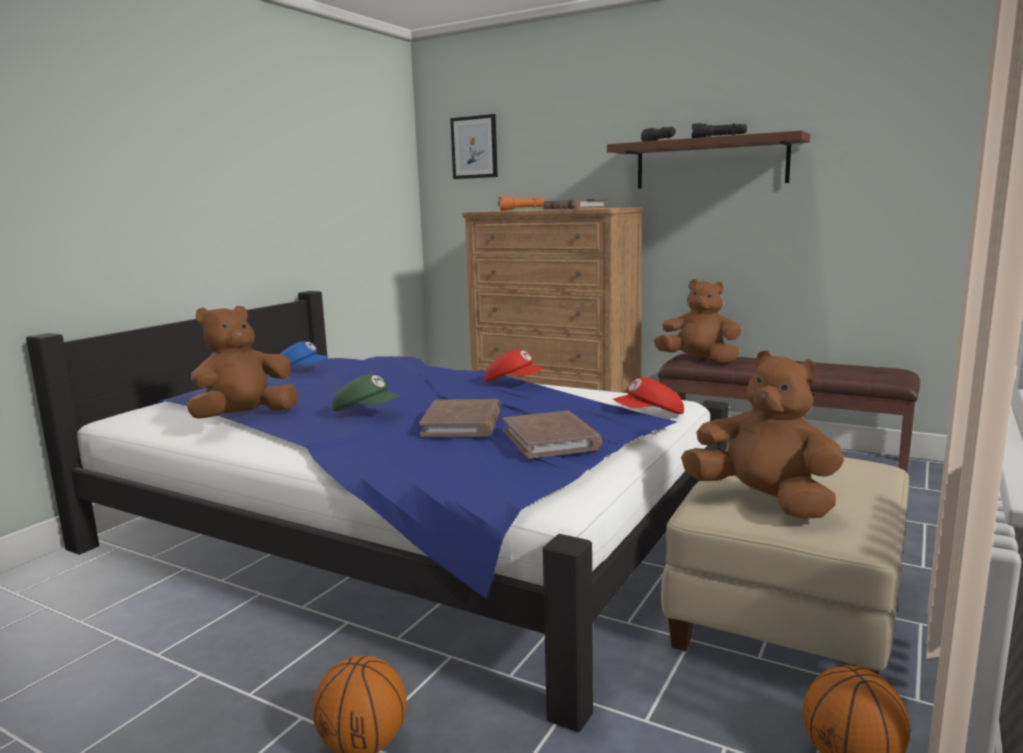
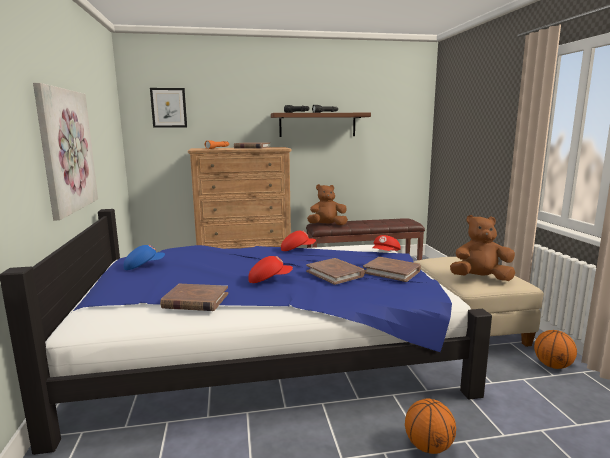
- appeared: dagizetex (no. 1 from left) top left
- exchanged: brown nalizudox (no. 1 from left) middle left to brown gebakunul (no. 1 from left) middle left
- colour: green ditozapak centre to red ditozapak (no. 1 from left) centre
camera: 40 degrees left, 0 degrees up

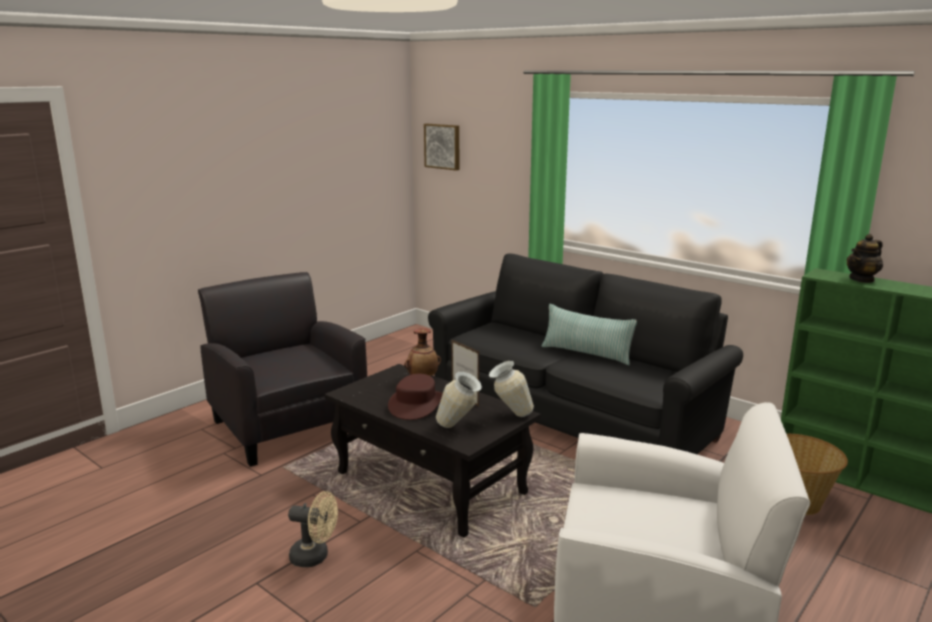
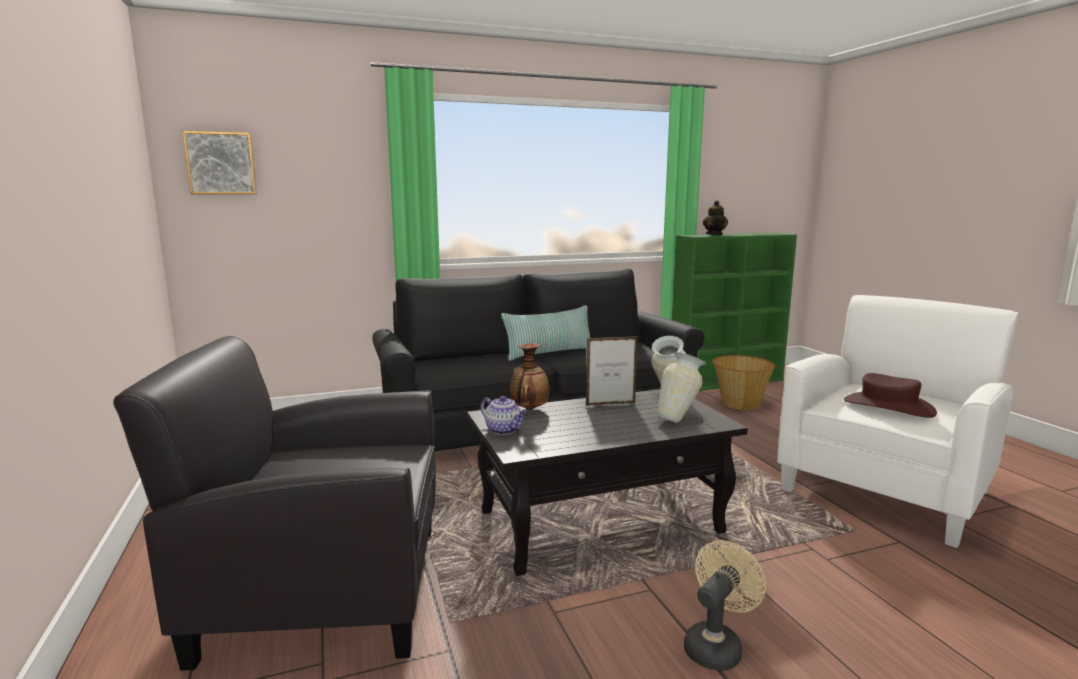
- appeared: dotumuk (no. 1 from left) centre
- relocated: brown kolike centre to middle right
camera: 60 degrees left, 5 degrees down

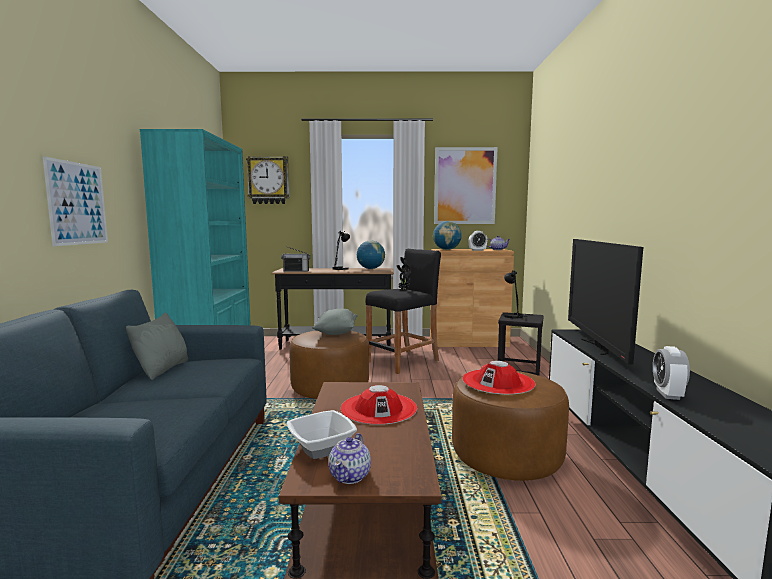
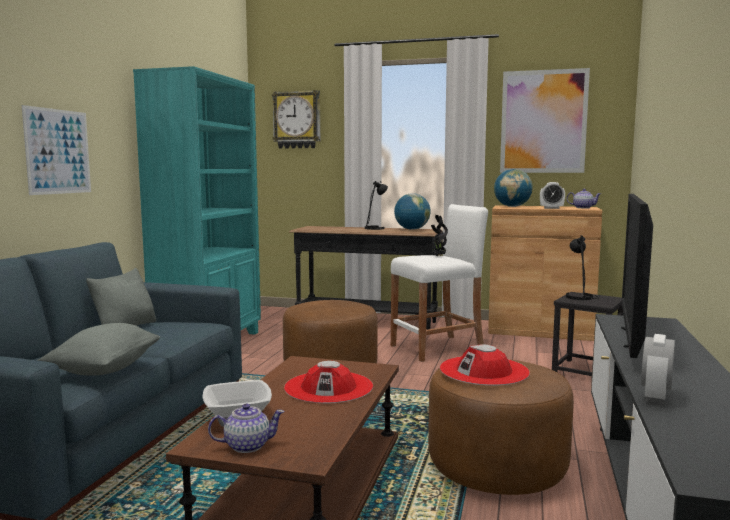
- missing: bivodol centre
- relocated: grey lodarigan (no. 2 from left in the first image) centre to grey lodarigan (no. 1 from left) bottom left
- colour: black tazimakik (no. 1 from left) centre to white tazimakik centre
- spun: dotumuk (no. 1 from left) bottom centre = bottom centre 135 degrees counterclockwise
camera: 15 degrees right, 0 degrees up

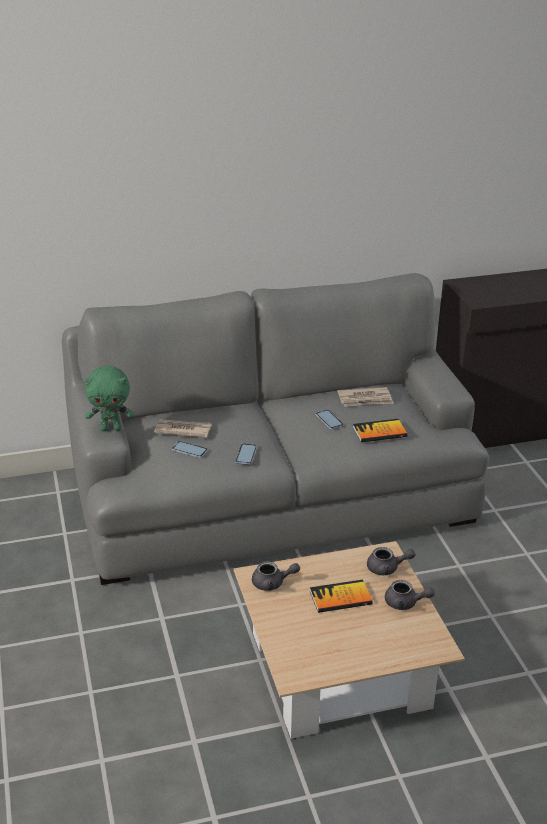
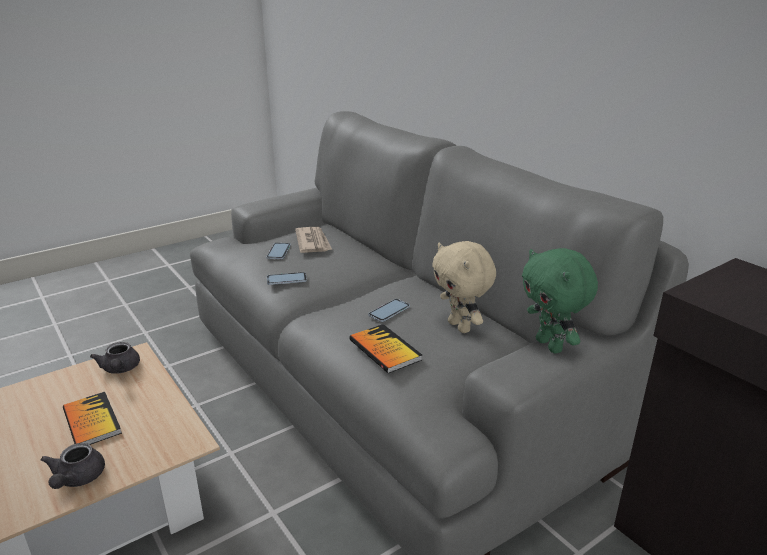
- missing: grey dotumuk (no. 2 from left) bottom right
- relocated: green nalizudox middle left to middle right
- exchanged: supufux (no. 2 from left) middle right to beige nalizudox centre
camera: 70 degrees right, 5 degrees down

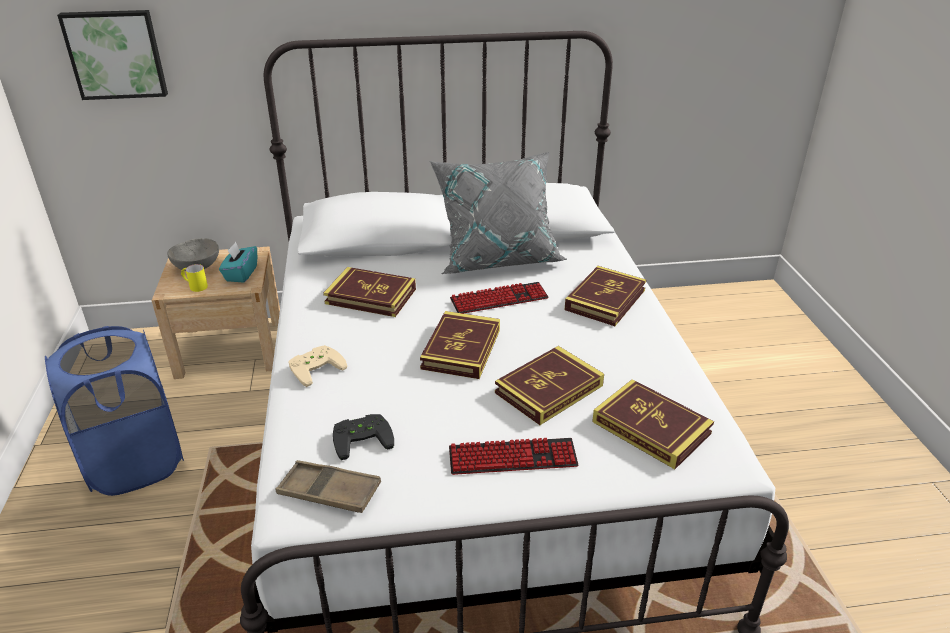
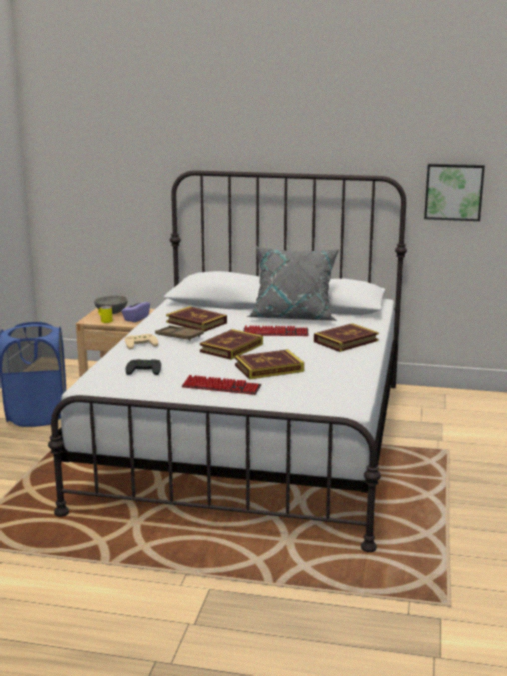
- missing: gebakunul (no. 5 from left) bottom right
- relocated: dagizetex top left to top right
- relocated: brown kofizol bottom centre to centre
- colour: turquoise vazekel middle left to purple vazekel middle left
camera: 20 degrees right, 15 degrees down

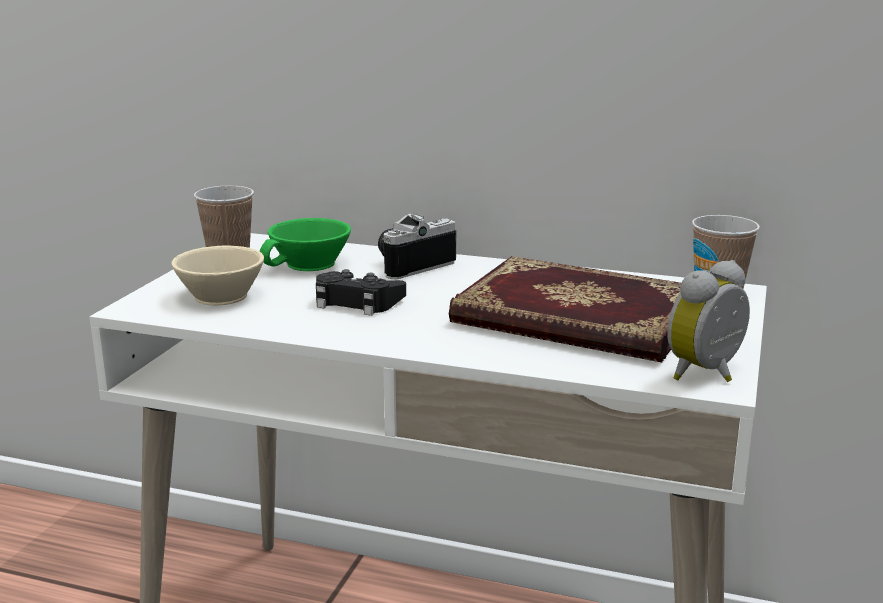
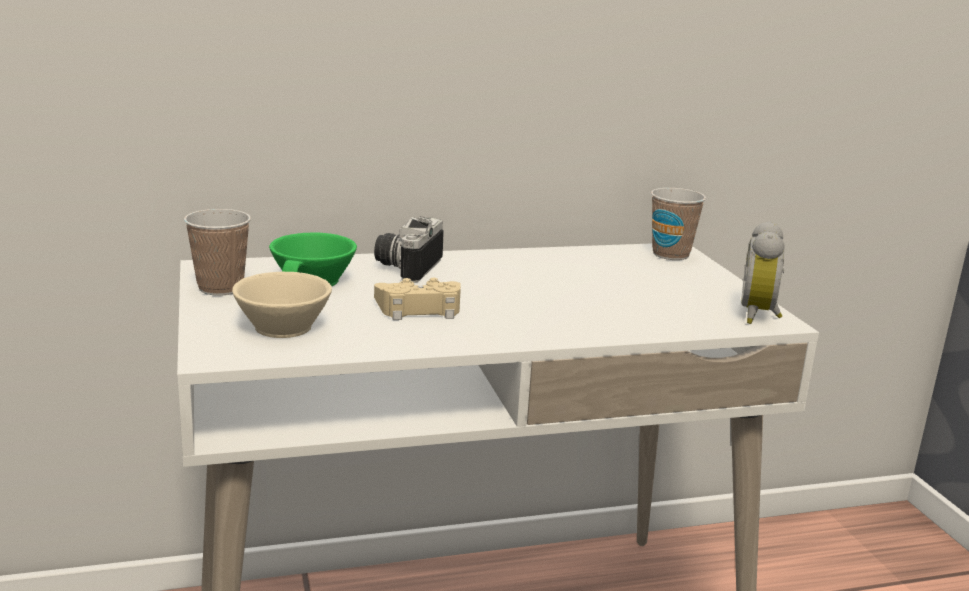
- missing: gebakunul centre
- colour: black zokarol centre to beige zokarol centre
camera: 35 degrees left, 0 degrees up

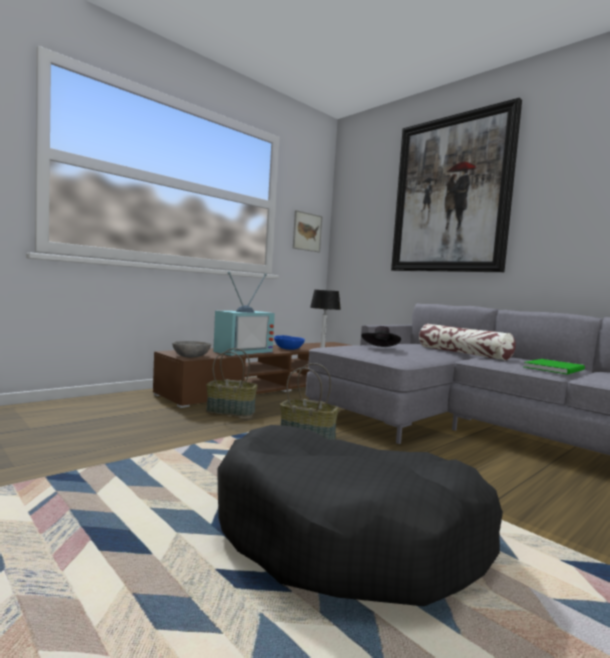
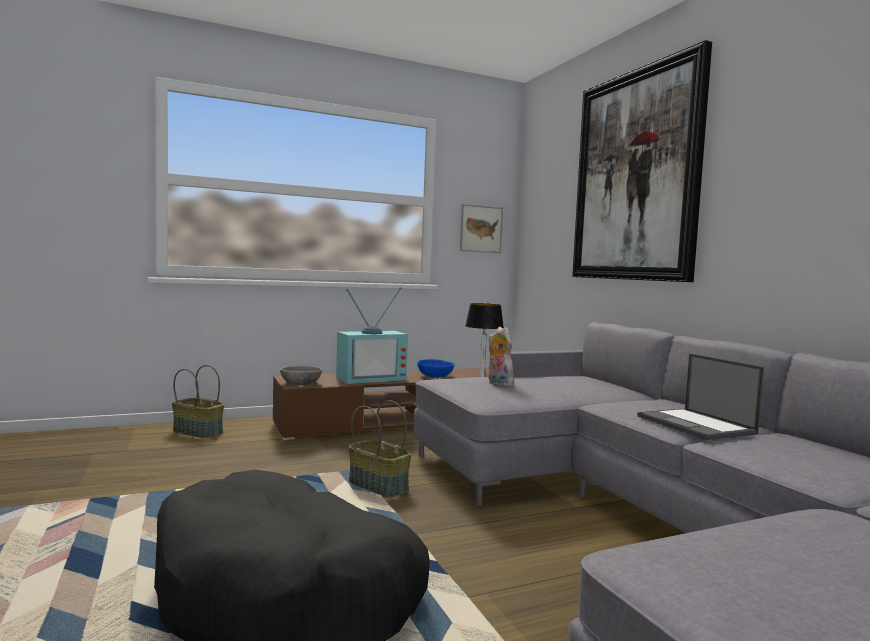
- missing: lodarigan middle right
- relocated: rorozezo (no. 1 from left) centre to middle left
- exchanged: black kolike centre to nalizudox centre
- exchanged: green gebakunul middle right to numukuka middle right
camera: 20 degrees right, 0 degrees up

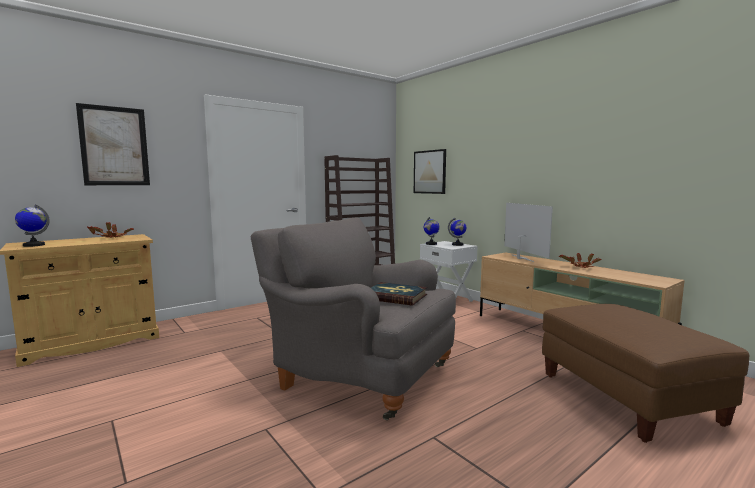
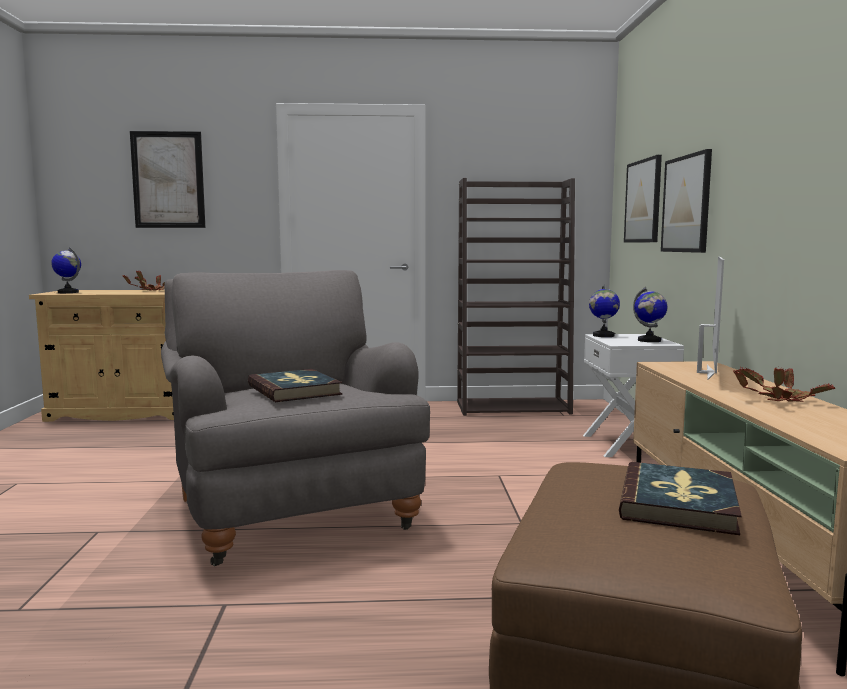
- appeared: gebakunul (no. 2 from left) bottom right
- appeared: dagizetex (no. 3 from left) top right
camera: 35 degrees right, 0 degrees up

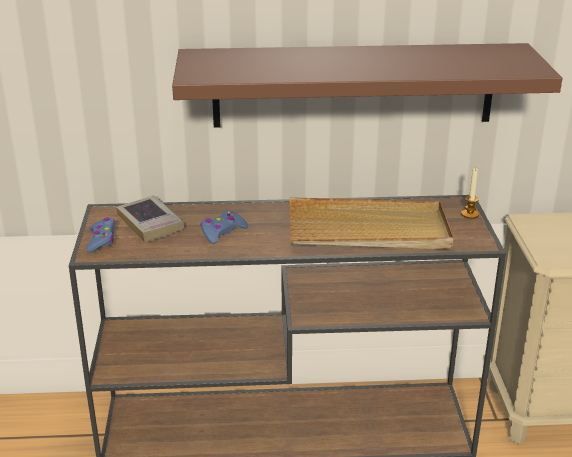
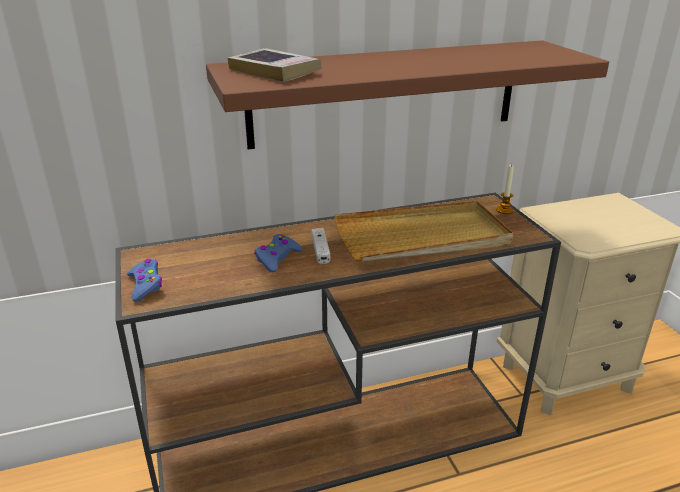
- appeared: white zokarol centre
- relocated: gebakunul middle left to top centre
camera: 15 degrees left, 0 degrees up

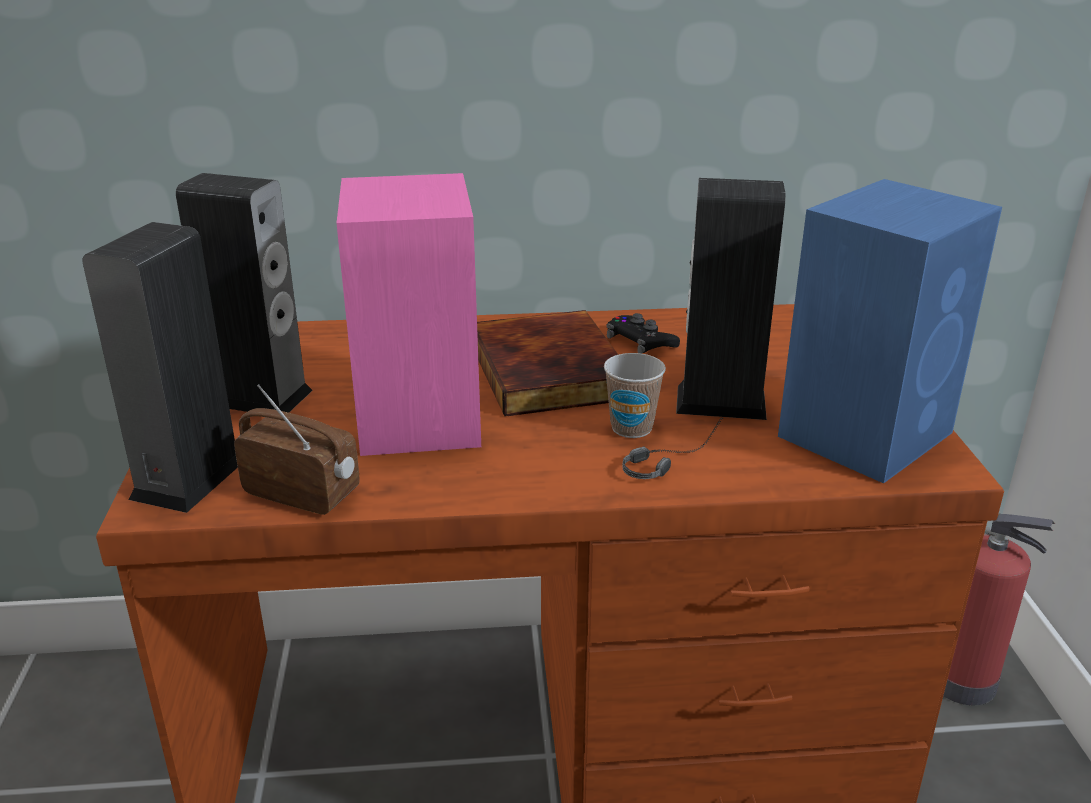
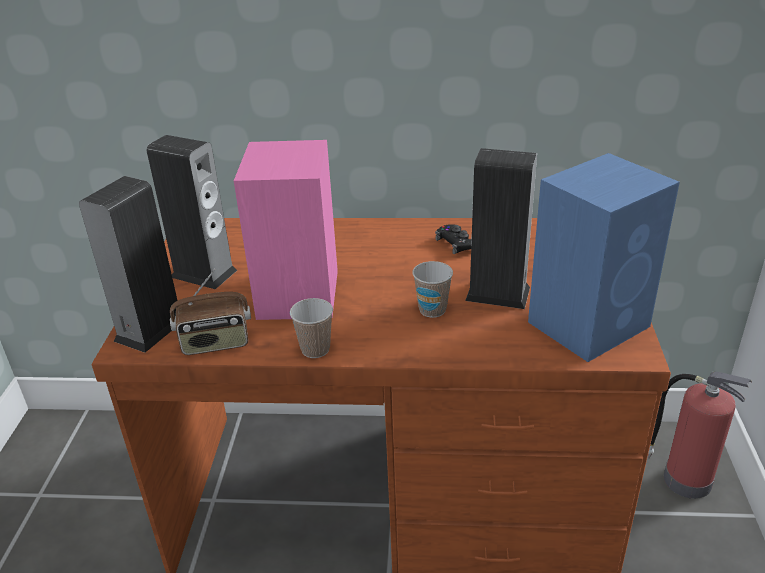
- missing: gebakunul centre
- missing: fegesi centre
- appeared: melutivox (no. 1 from left) centre
- spun: bivodol middle left = middle left 135 degrees clockwise
camera: 10 degrees right, 5 degrees up

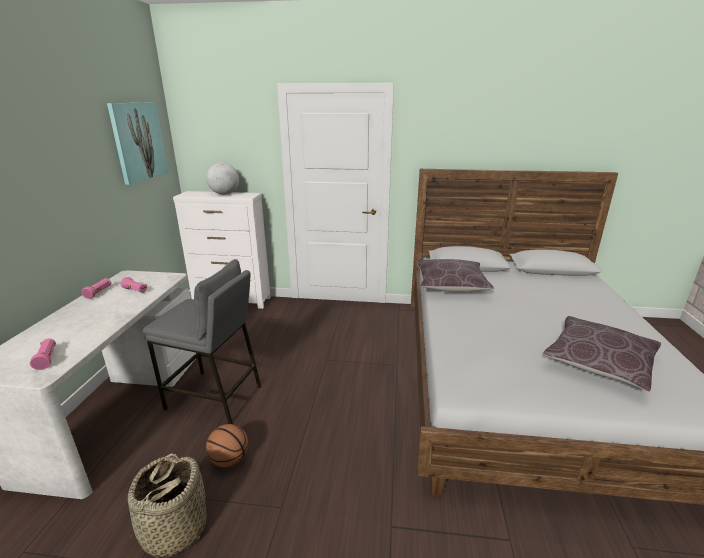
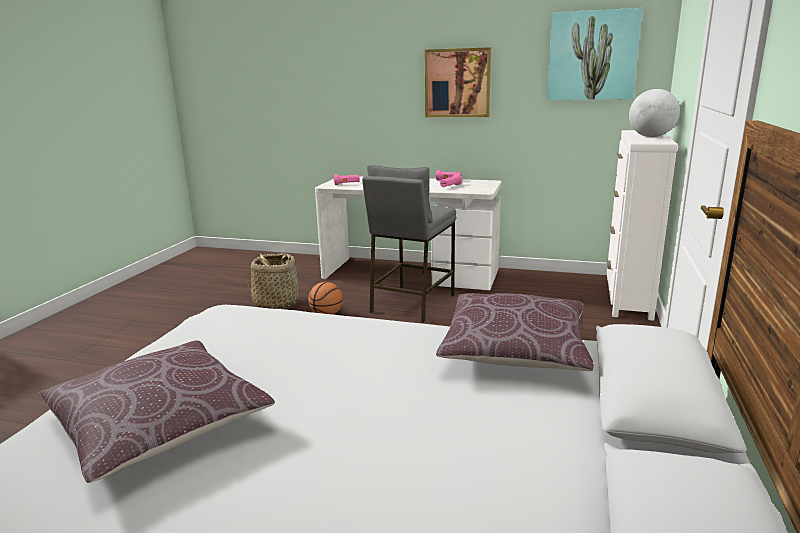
- appeared: dagizetex (no. 1 from left) top centre
camera: 100 degrees right, 5 degrees down

